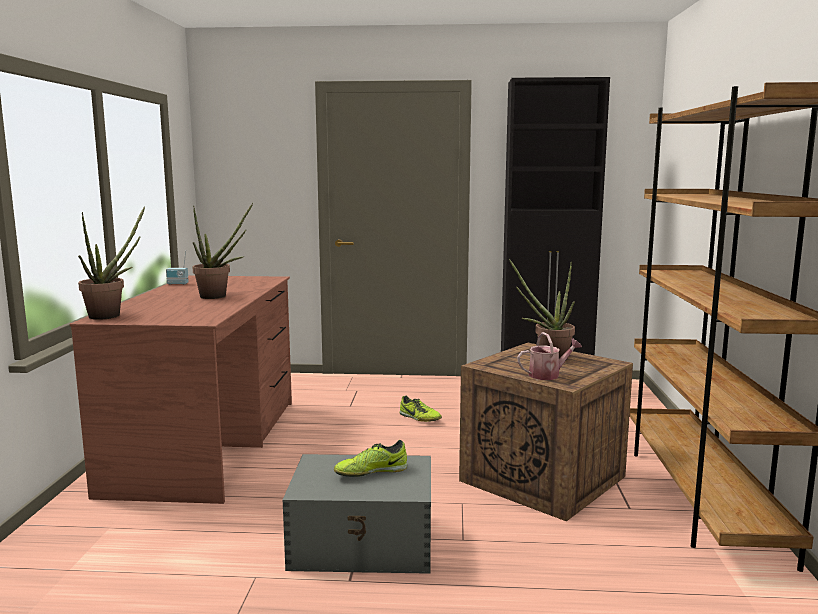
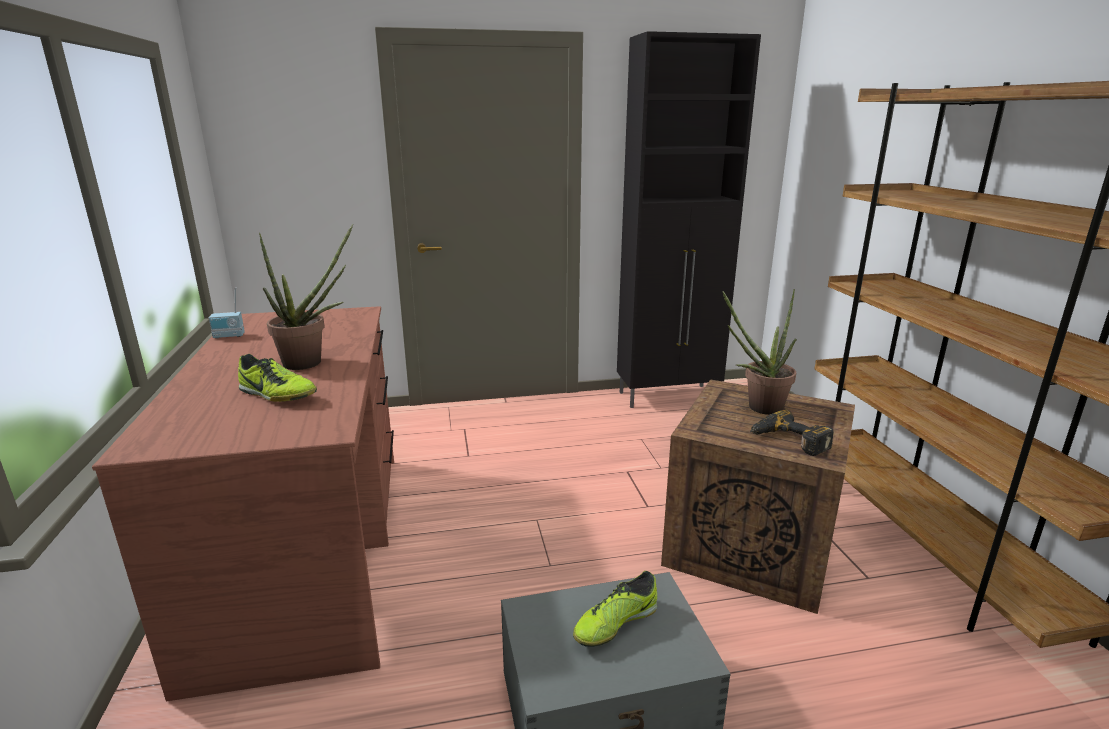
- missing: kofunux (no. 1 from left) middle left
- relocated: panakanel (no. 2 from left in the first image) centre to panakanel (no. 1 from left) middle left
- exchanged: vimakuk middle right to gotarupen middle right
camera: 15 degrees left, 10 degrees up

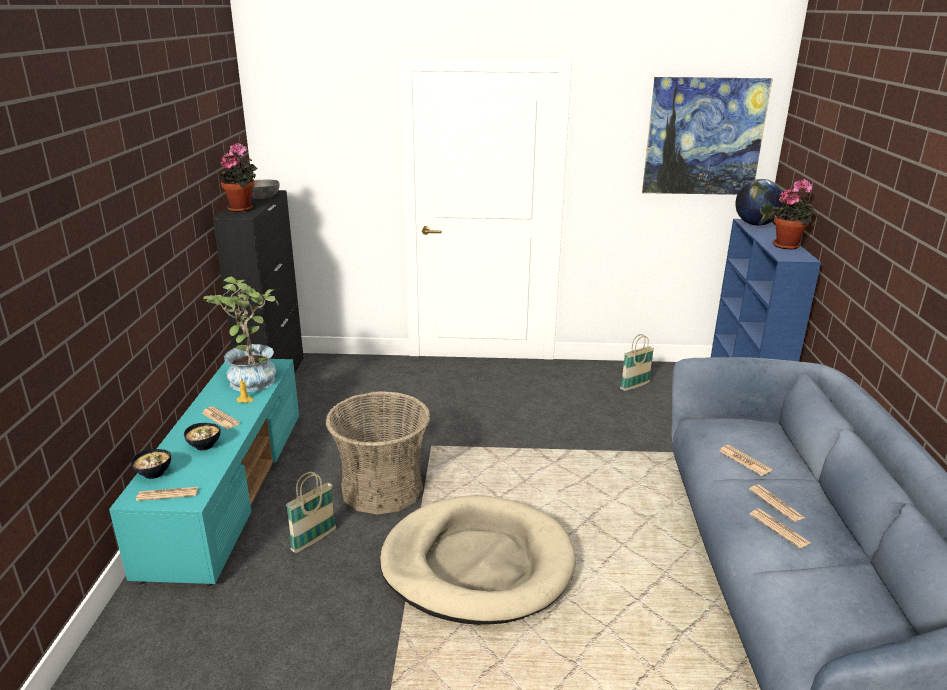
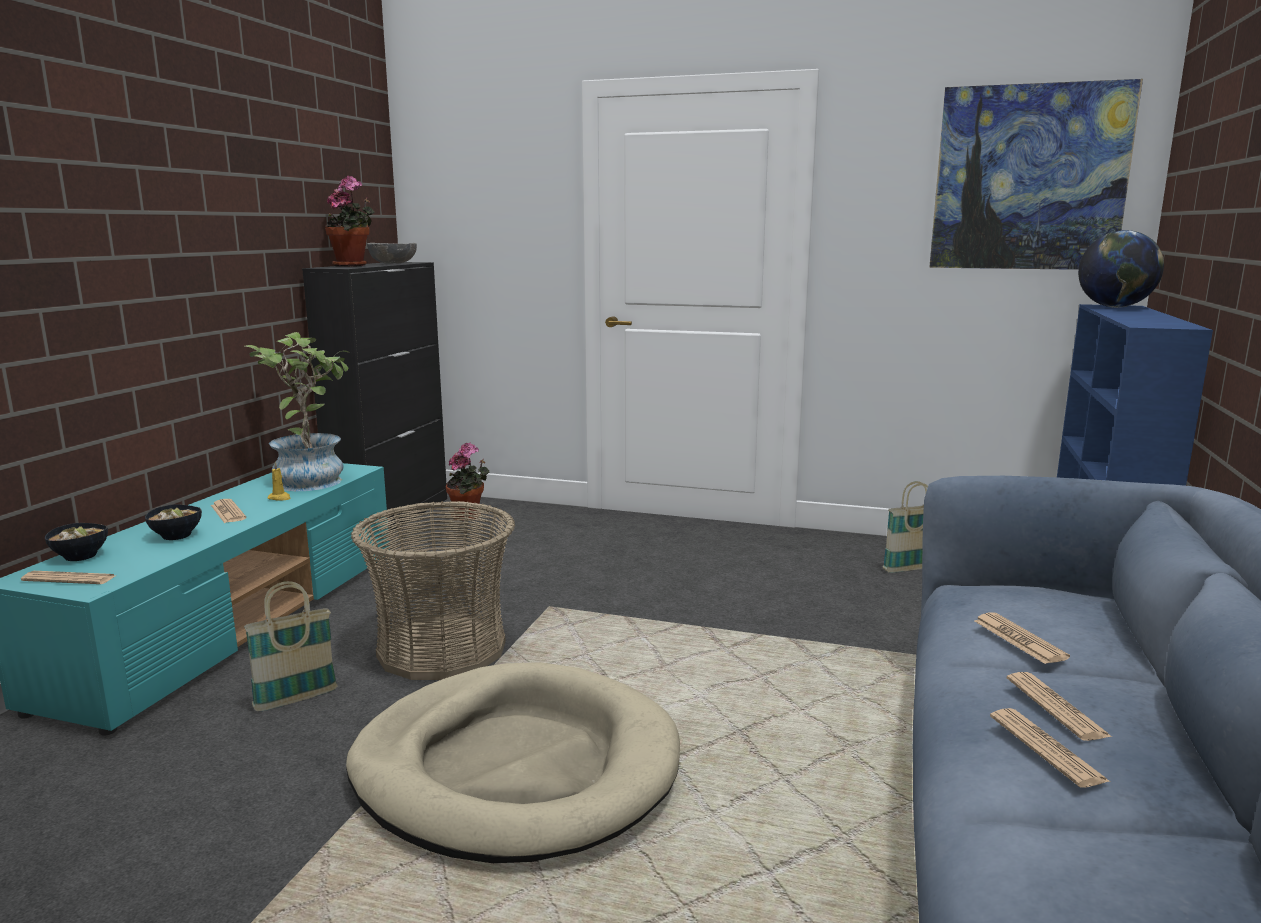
- relocated: kofunux (no. 3 from left) top right to centre
camera: 15 degrees right, 10 degrees down

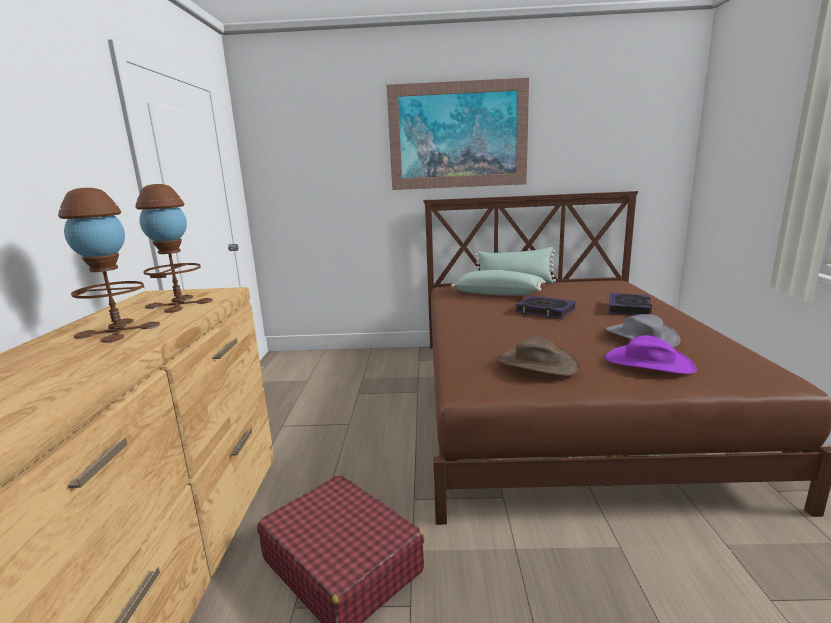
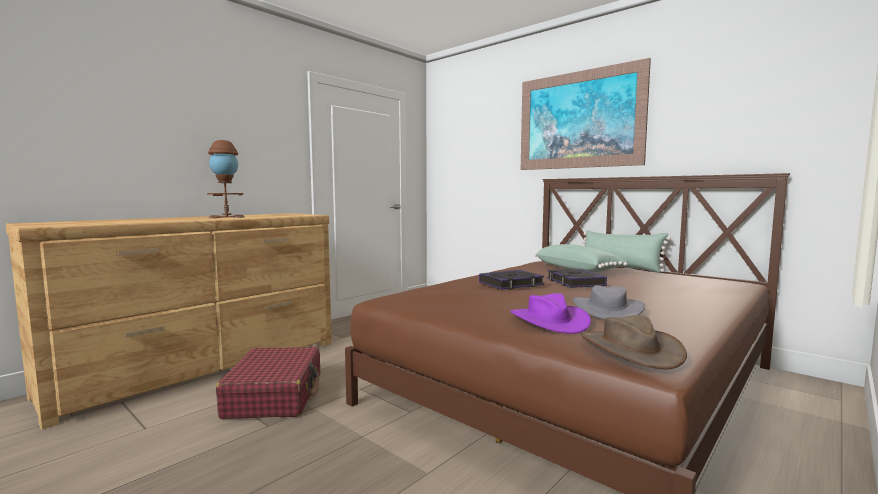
- missing: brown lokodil (no. 2 from left) middle left
- relocated: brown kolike centre to bottom right
- relocated: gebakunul (no. 2 from left in the first image) middle right to gebakunul (no. 1 from left) centre
camera: 40 degrees right, 10 degrees down

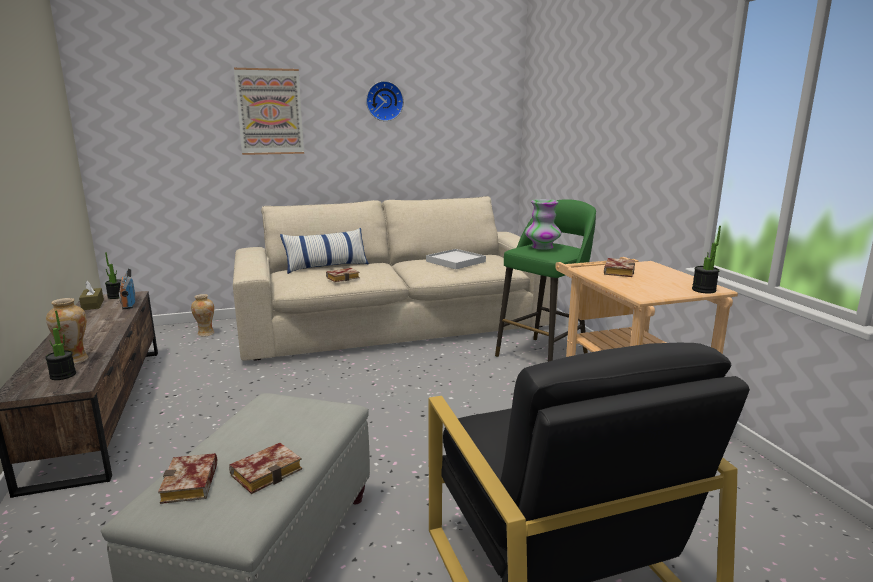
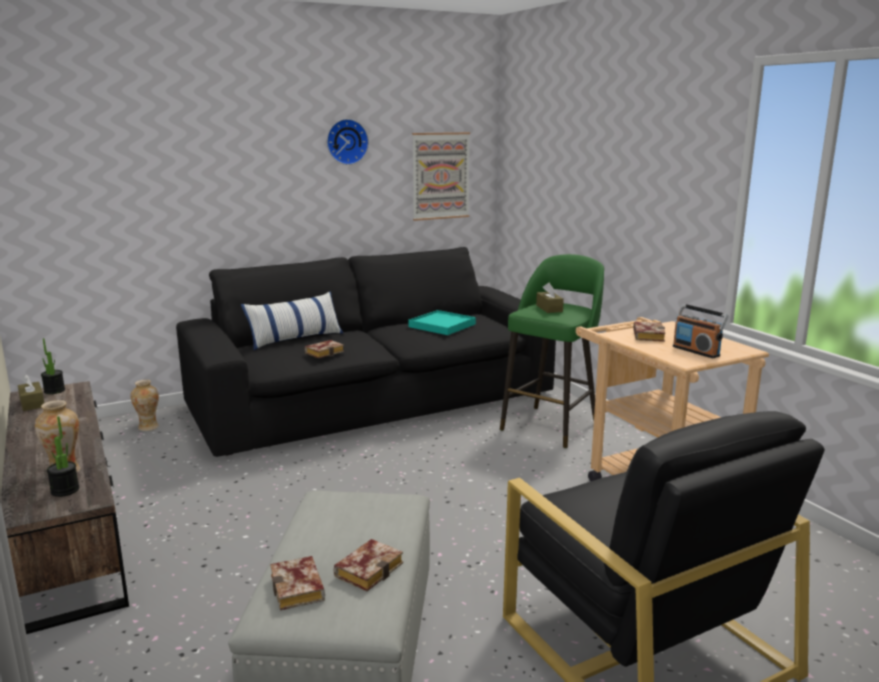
- missing: kofunux (no. 3 from left) middle right
- relocated: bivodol middle left to middle right
- relocated: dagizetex top left to top centre
- exchanged: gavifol (no. 3 from left) centre to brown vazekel (no. 2 from left) centre
- colour: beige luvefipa centre to black luvefipa centre
- colour: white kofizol centre to turquoise kofizol centre
camera: 10 degrees left, 0 degrees up

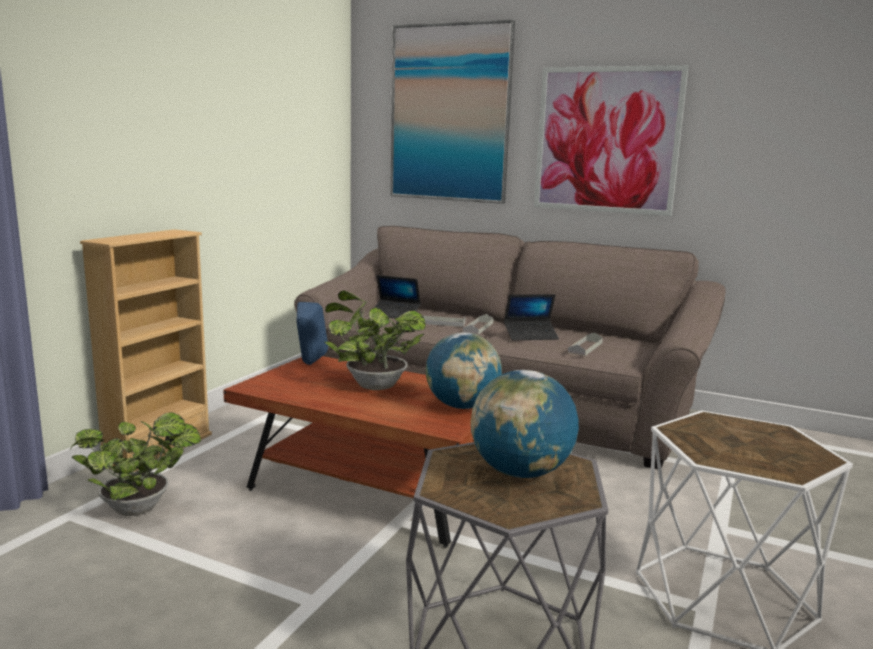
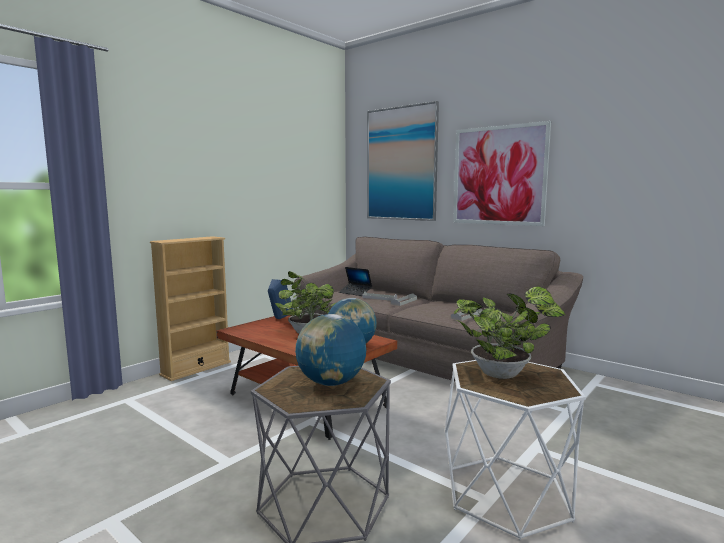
- missing: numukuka (no. 2 from left) centre
- relocated: kofunux (no. 1 from left in the first image) bottom left to kofunux (no. 2 from left) middle right
camera: 15 degrees right, 5 degrees down

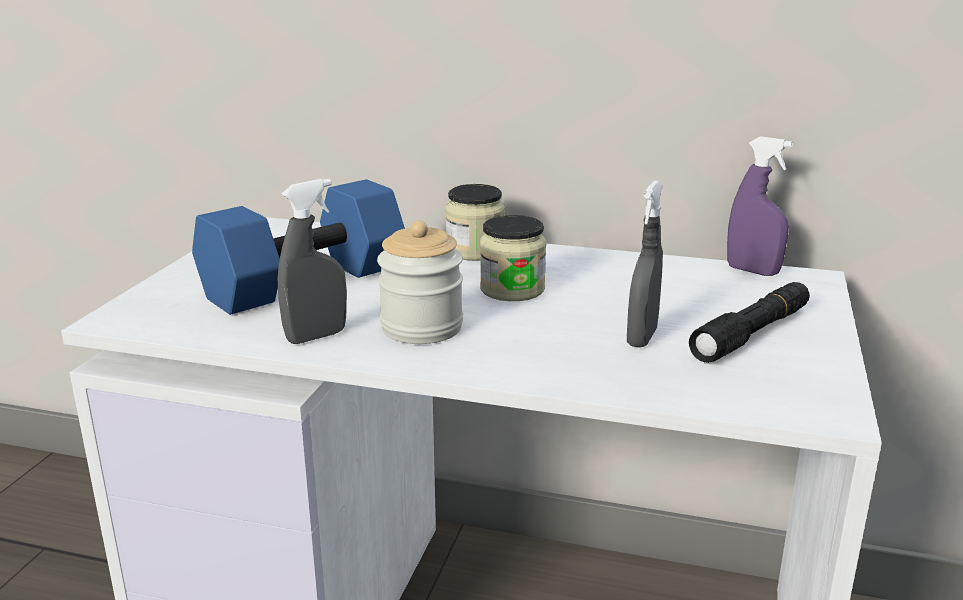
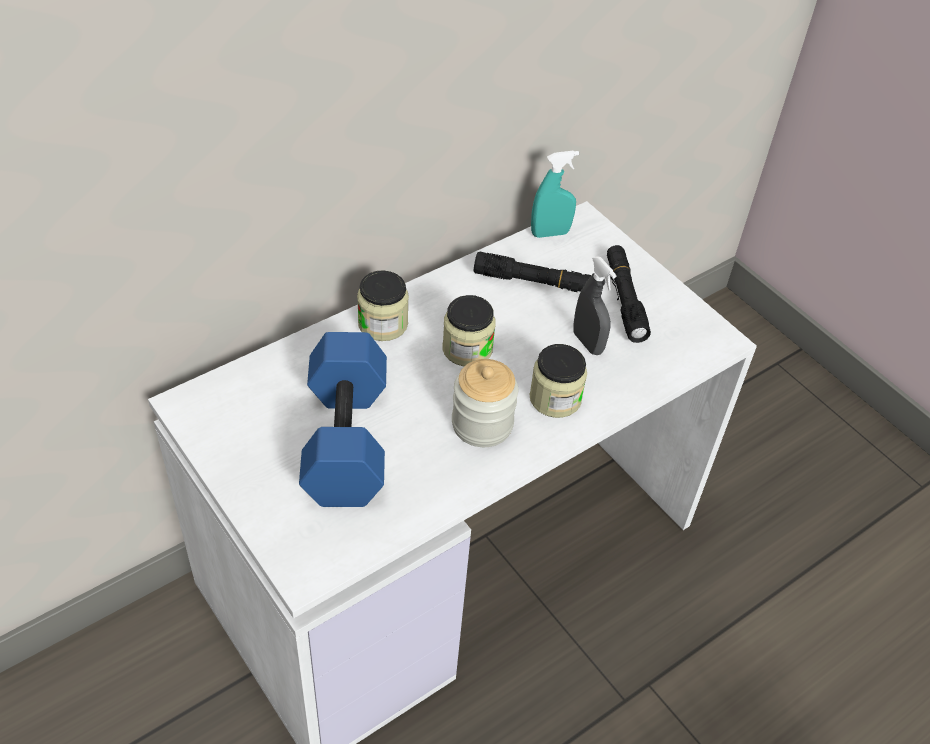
- missing: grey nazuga (no. 1 from left) middle left
- appeared: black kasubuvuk (no. 1 from left) centre
- appeared: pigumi (no. 4 from left) centre
- colour: purple nazuga middle right to turquoise nazuga top centre
camera: 55 degrees left, 25 degrees up

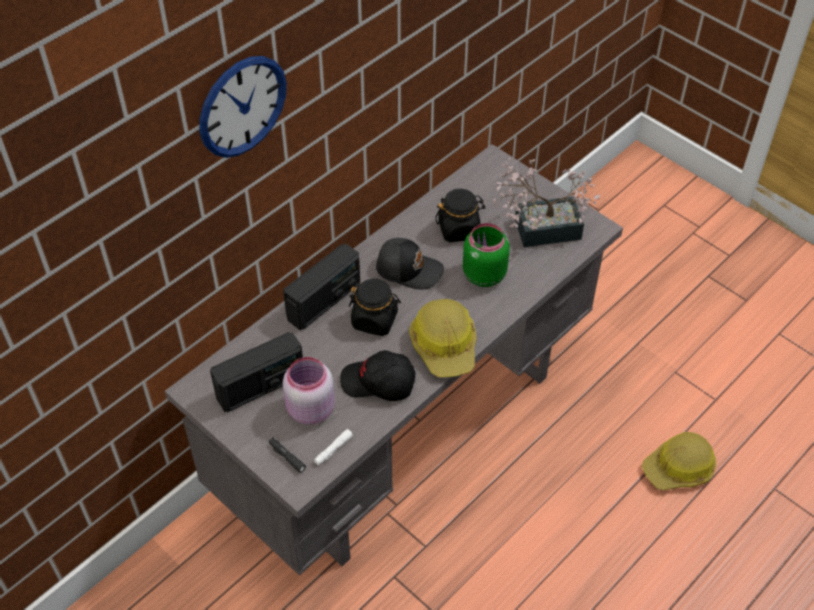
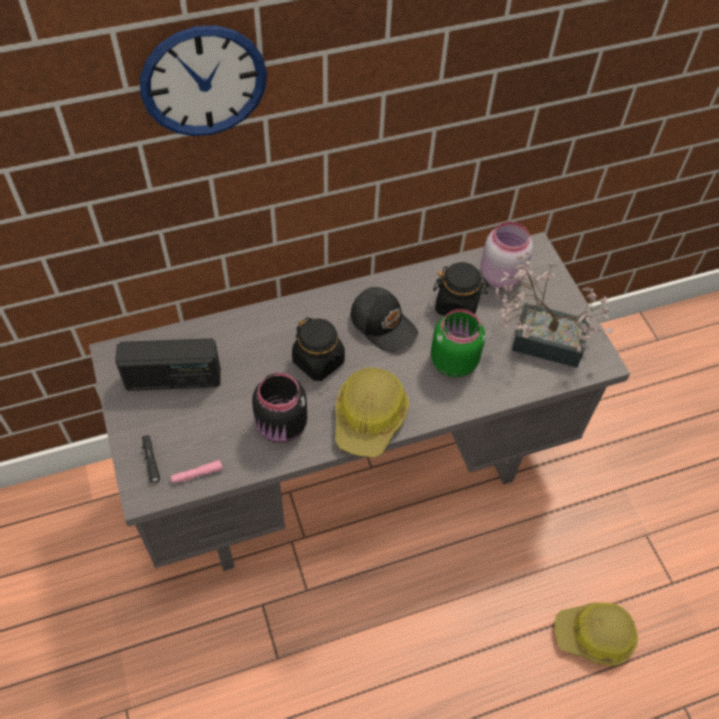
- missing: bivodol (no. 2 from left) centre
- relocated: pink pigumi centre to middle right
- exchanged: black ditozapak (no. 1 from left) centre to black pigumi (no. 1 from left) centre
- colour: white kasubuvuk bottom centre to pink kasubuvuk middle left
camera: 25 degrees right, 5 degrees up

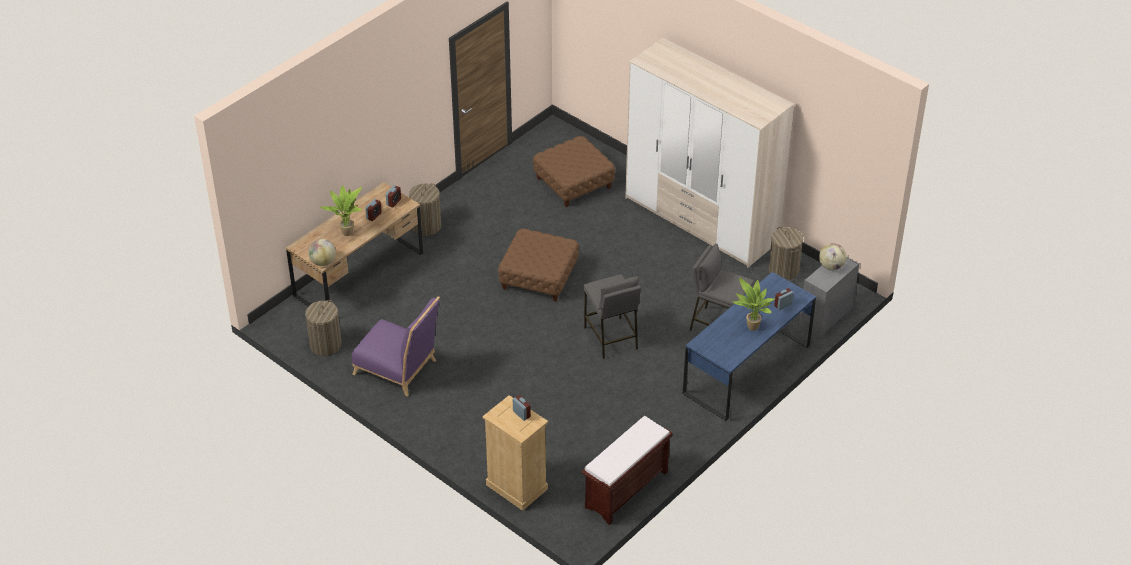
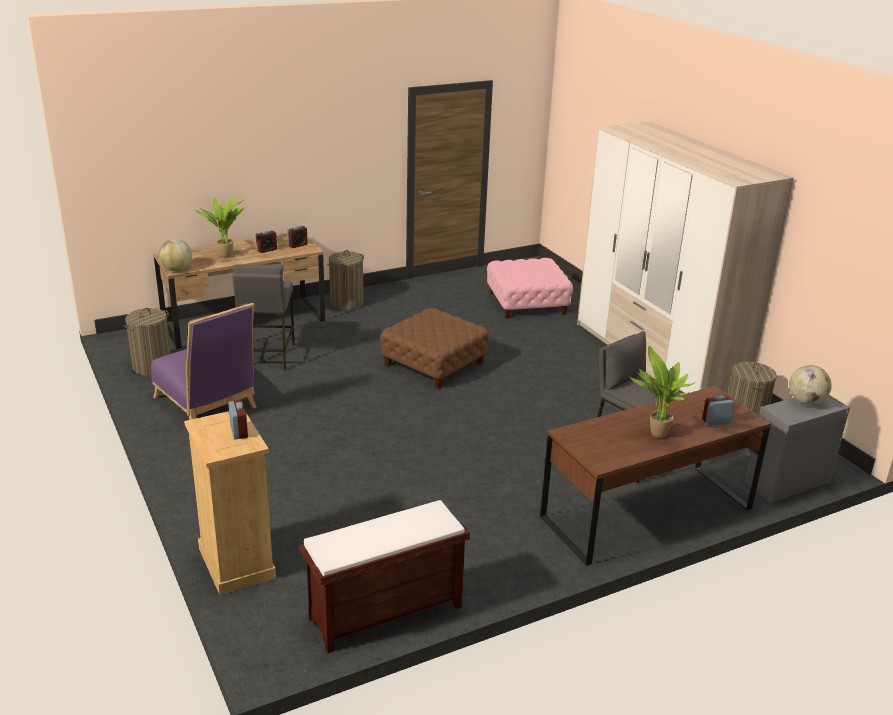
- relocated: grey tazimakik (no. 1 from left) centre to middle left
- colour: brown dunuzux (no. 2 from left) top centre to pink dunuzux centre
- colour: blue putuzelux centre to brown putuzelux (no. 2 from left) middle right
camera: 20 degrees right, 15 degrees down

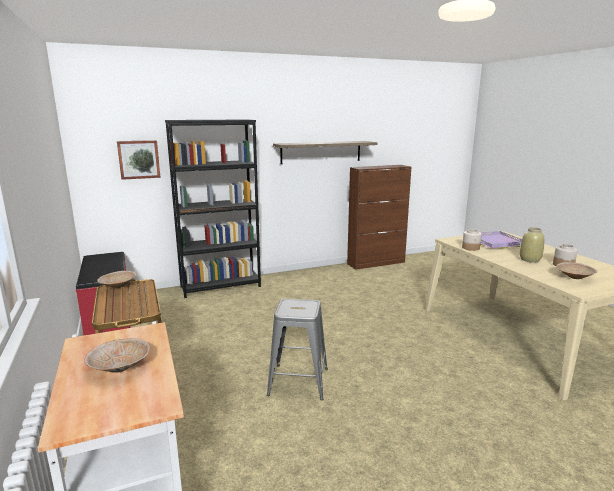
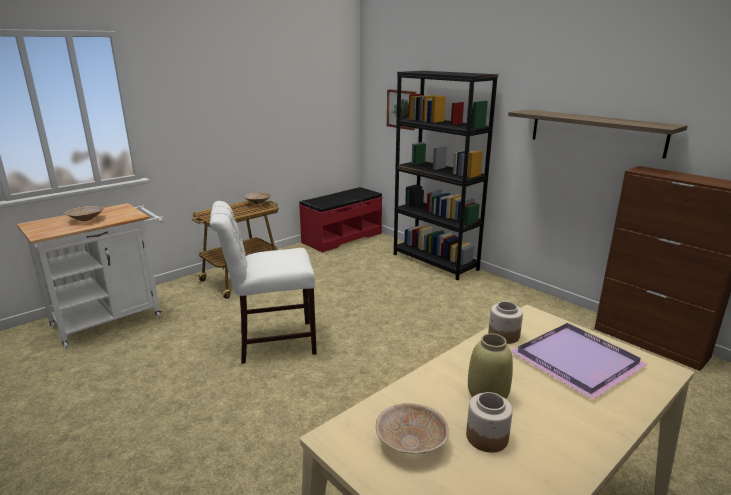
- exchanged: grey tazimakik bottom centre to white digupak centre
camera: 70 degrees right, 5 degrees up

